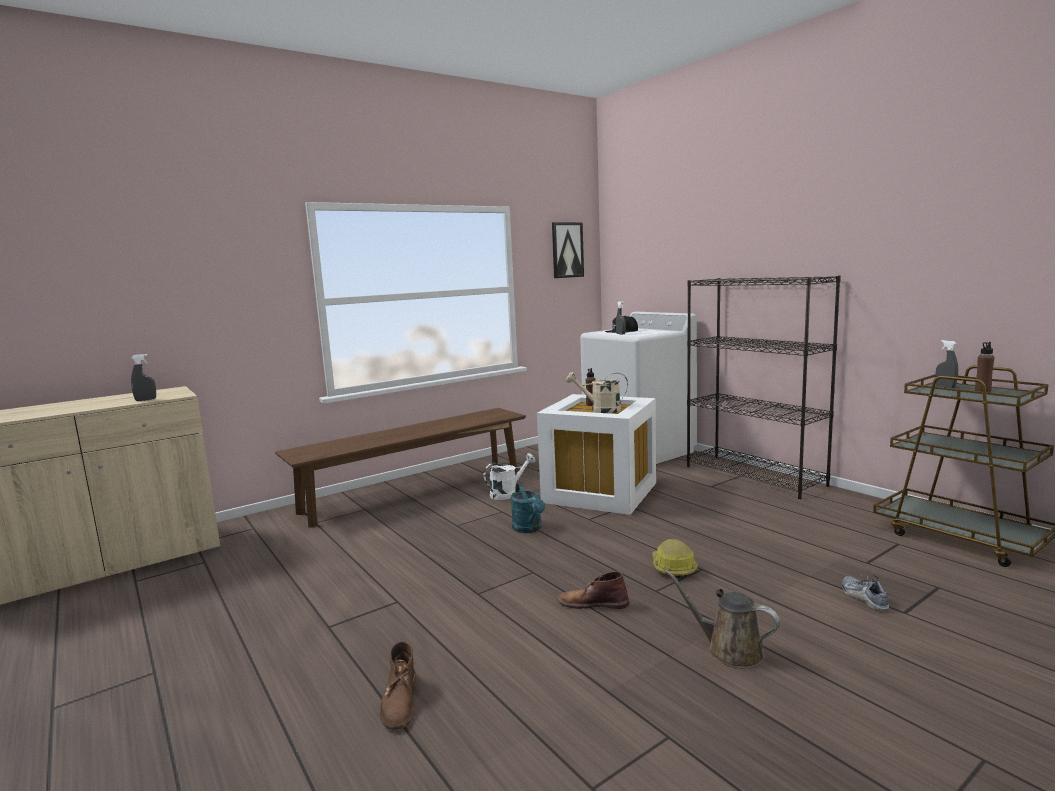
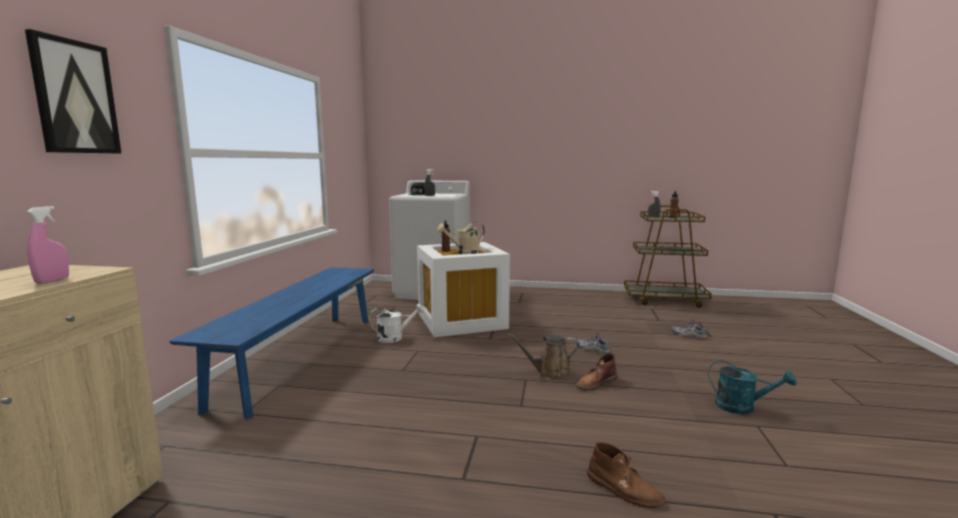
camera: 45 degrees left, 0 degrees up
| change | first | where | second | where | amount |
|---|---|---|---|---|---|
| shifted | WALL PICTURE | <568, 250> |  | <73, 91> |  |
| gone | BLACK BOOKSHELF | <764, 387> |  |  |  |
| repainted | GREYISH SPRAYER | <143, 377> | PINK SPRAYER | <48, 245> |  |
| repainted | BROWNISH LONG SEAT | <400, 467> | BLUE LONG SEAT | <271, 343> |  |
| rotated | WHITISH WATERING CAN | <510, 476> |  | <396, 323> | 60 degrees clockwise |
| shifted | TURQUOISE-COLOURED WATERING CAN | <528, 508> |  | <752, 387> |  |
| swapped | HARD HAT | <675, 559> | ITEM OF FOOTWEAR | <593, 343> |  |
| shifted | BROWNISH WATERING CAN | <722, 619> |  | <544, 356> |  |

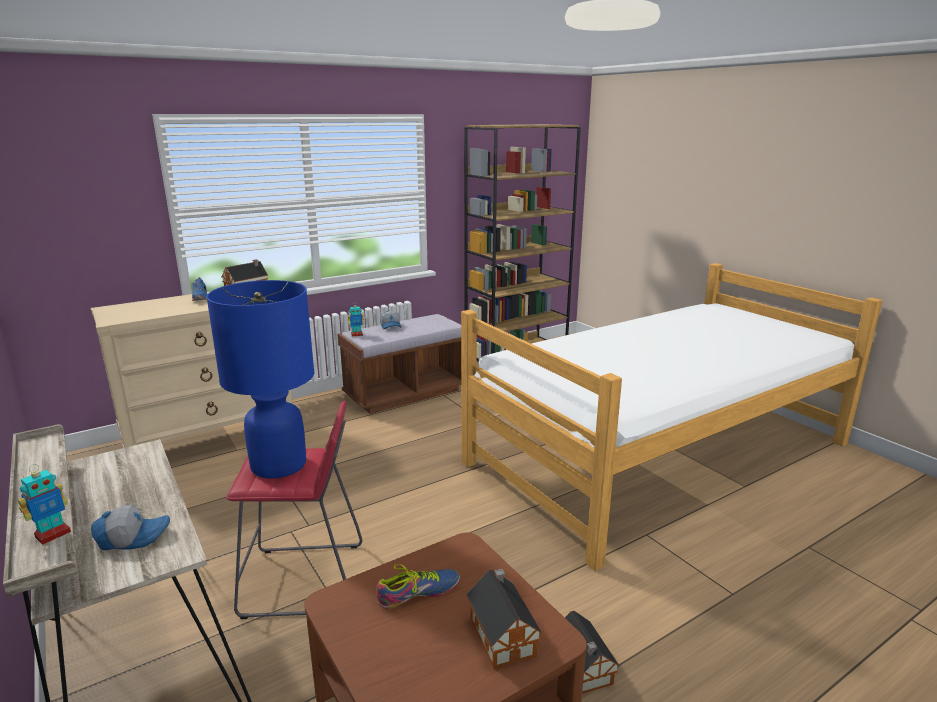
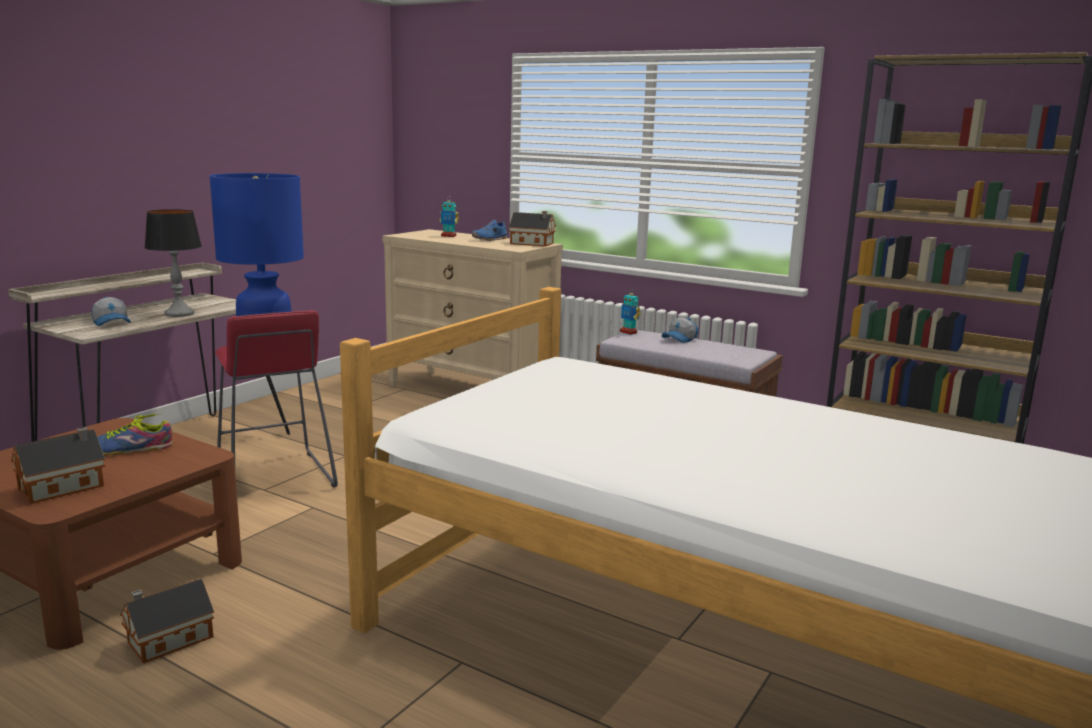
camera: 65 degrees right, 5 degrees down
| change | first | where | second | where | amount |
|---|---|---|---|---|---|
| shifted | ROBOT FIGURE | <44, 504> |  | <449, 218> |  |
| rotated | ITEM OF FOOTWEAR | <418, 586> |  | <135, 434> | 120 degrees clockwise |
| new |  |  | LAMP FOR A TABLE | <173, 263> |  |

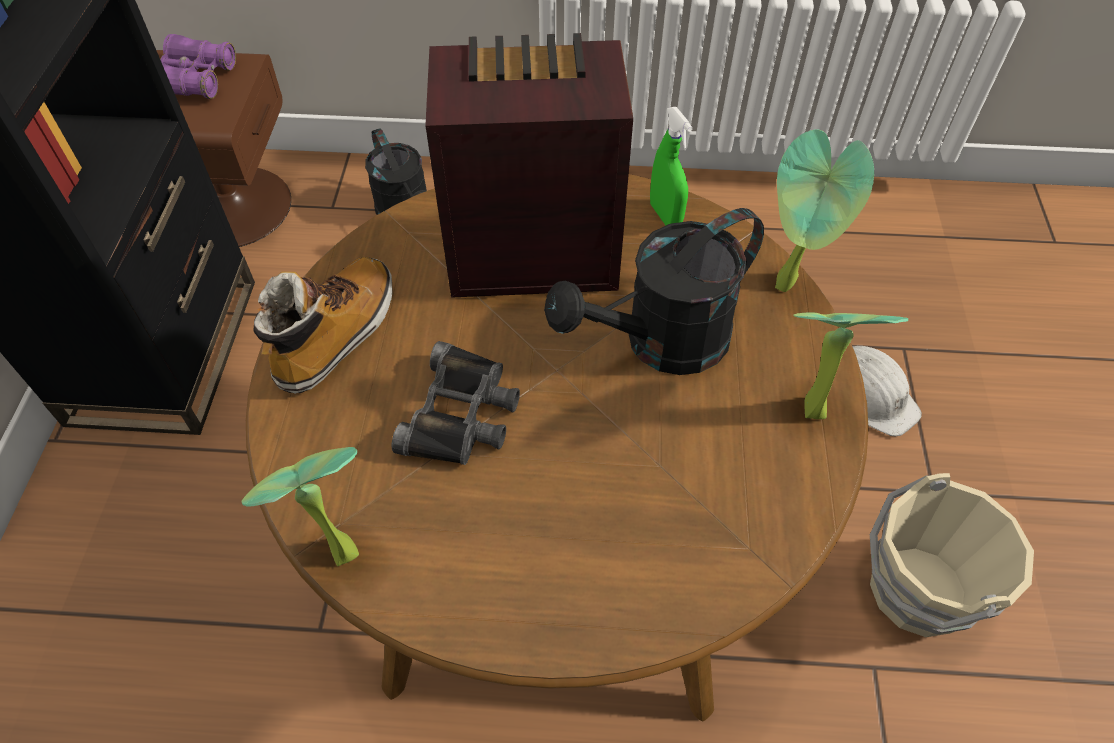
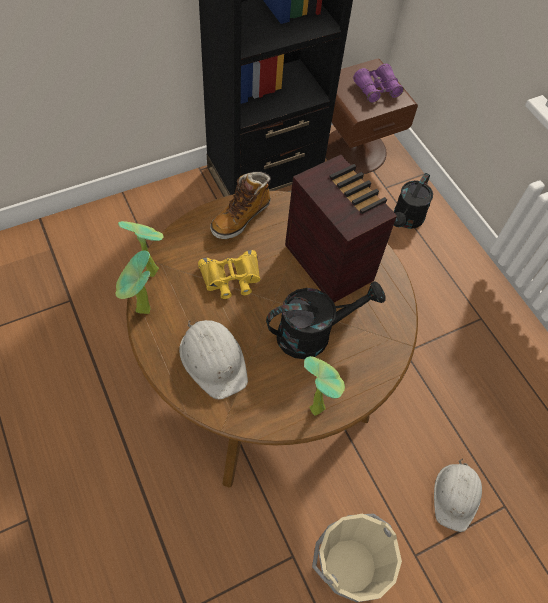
camera: 55 degrees right, 5 degrees up
| change | first | where | second | where | amount |
|---|---|---|---|---|---|
| gone | GREENISH SPRAYER | <671, 166> |  |  |  |
| shifted | POTTED PLANT | <824, 210> |  | <133, 282> |  |
| rotated | BLACK WATERING CAN | <654, 291> |  | <326, 320> | 135 degrees clockwise |
| rotated | BOOT | <323, 325> |  | <240, 205> | 135 degrees clockwise |
| repainted | BLACK FIELD GLASSES | <456, 403> | YELLOWISH FIELD GLASSES | <229, 274> |  |
| new |  |  | WHITISH HARD HAT | <213, 359> |  |

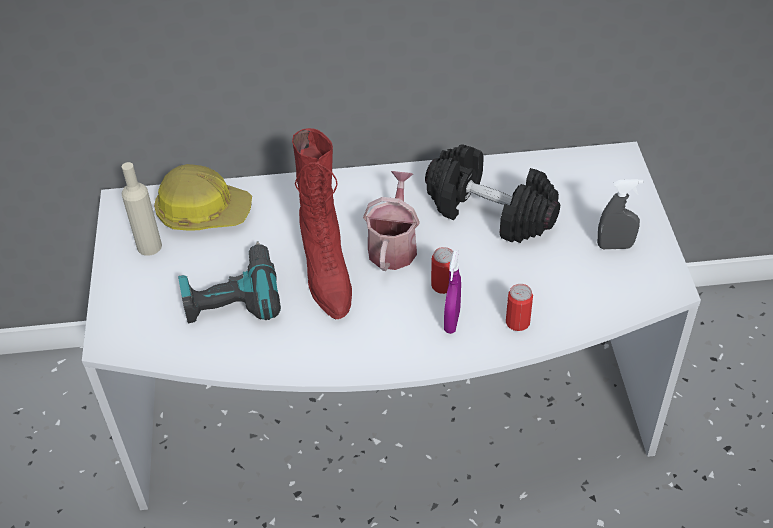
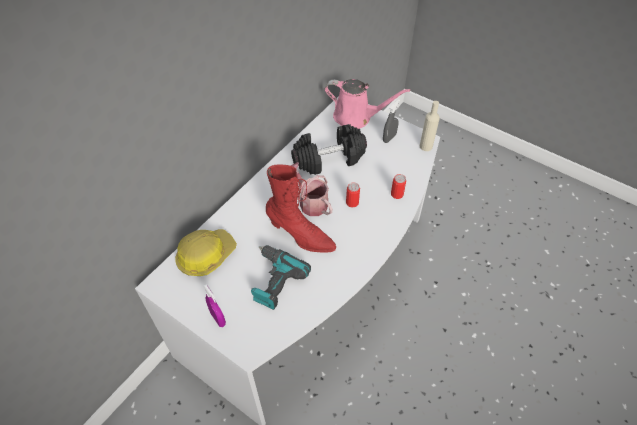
camera: 50 degrees left, 5 degrees up
| change | first | where | second | where | amount |
|---|---|---|---|---|---|
| shifted | BEIGE BOTTLE | <142, 209> |  | <430, 126> |  |
| shifted | PURPLE SPRAYER | <452, 292> |  | <215, 305> |  |
| new |  |  | PINK WATERING CAN | <367, 104> |  |

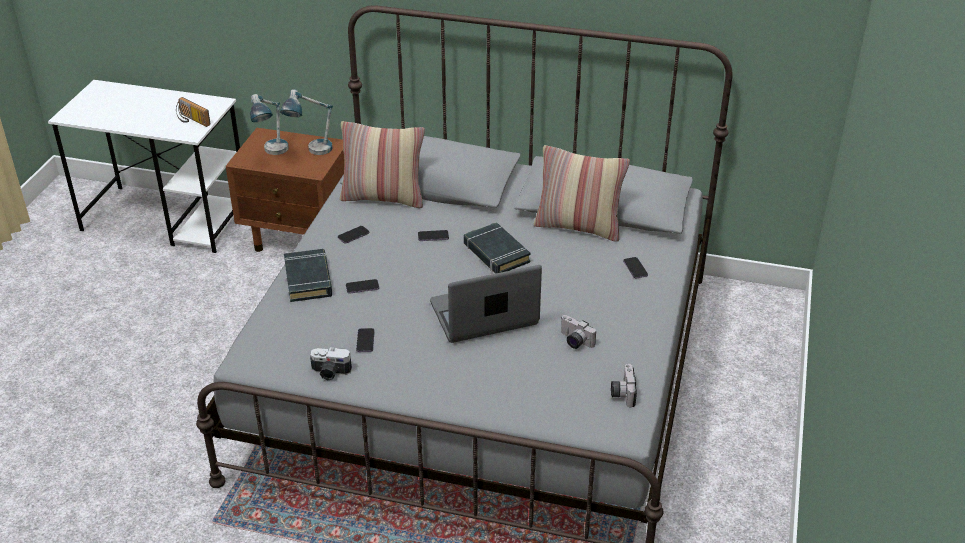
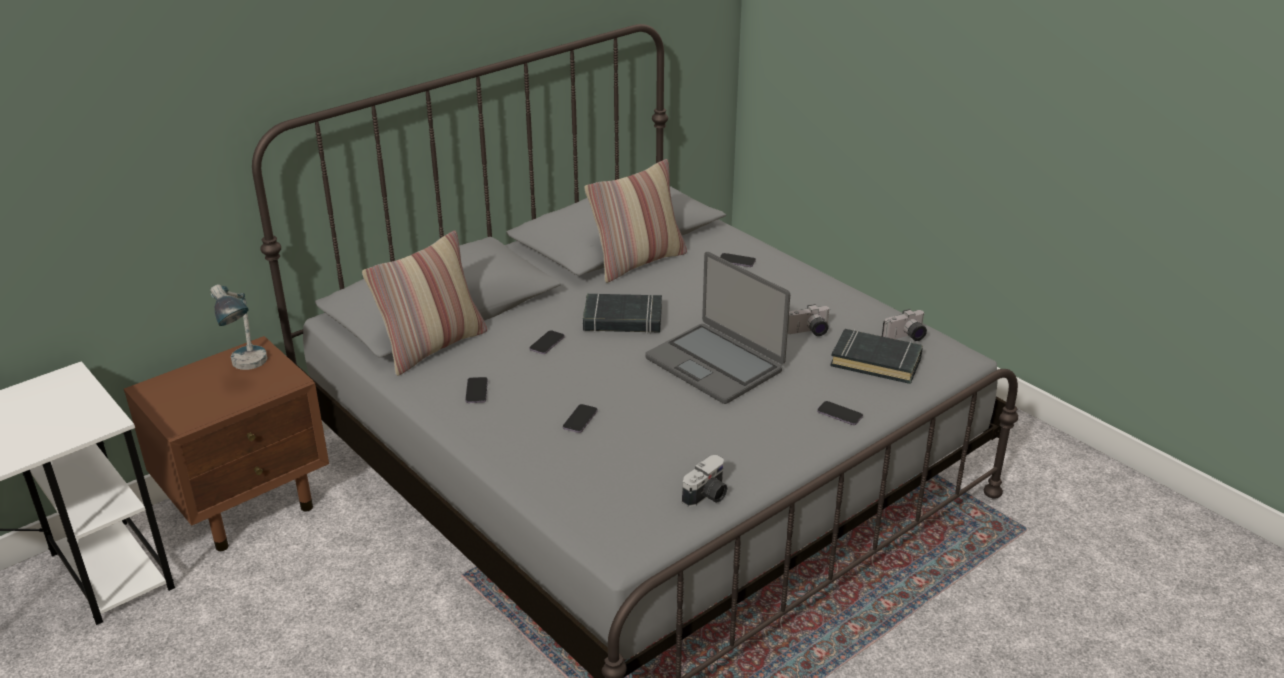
camera: 55 degrees left, 5 degrees down
| change | first | where | second | where | amount |
|---|---|---|---|---|---|
| gone | LAMP FOR A TABLE | <269, 124> |  |  |  |
| gone | RADIO RECEIVER | <193, 112> |  |  |  |
| shifted | BLACK BOUND BOOK | <308, 275> |  | <876, 356> |  |
| rotated | LAPTOP | <486, 304> |  | <717, 328> | 60 degrees counterclockwise |
| shifted | PHONE | <365, 340> |  | <840, 413> |  |
| rotated | PHOTO CAMERA | <624, 385> |  | <904, 325> | 60 degrees counterclockwise |

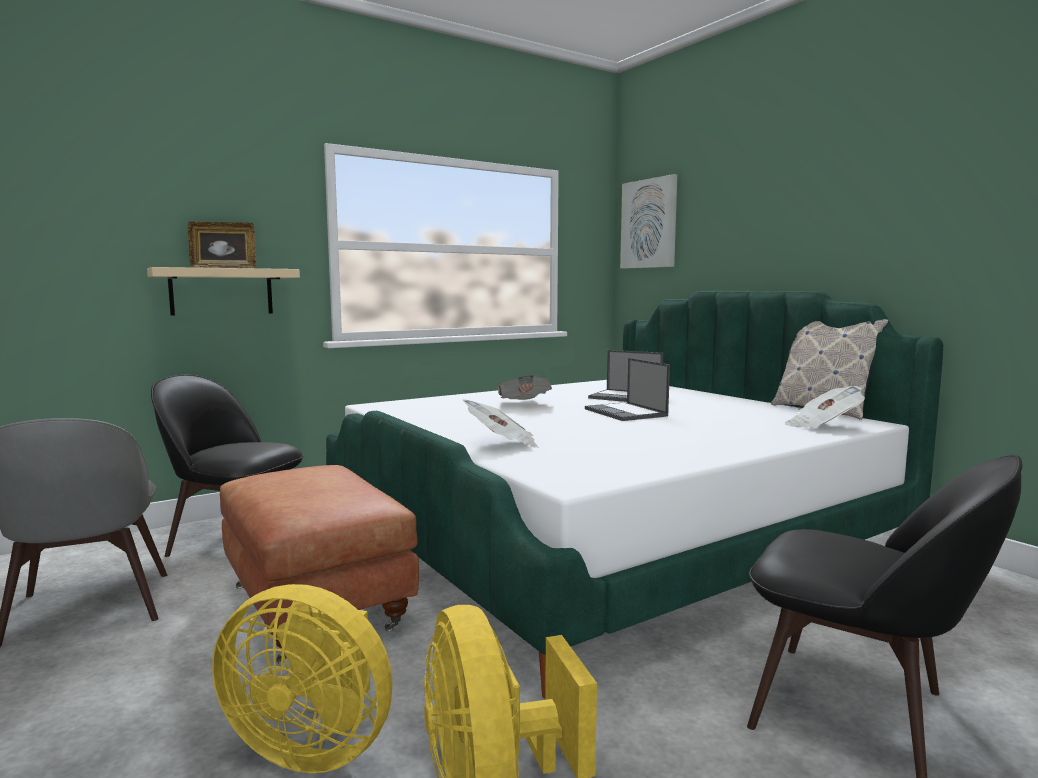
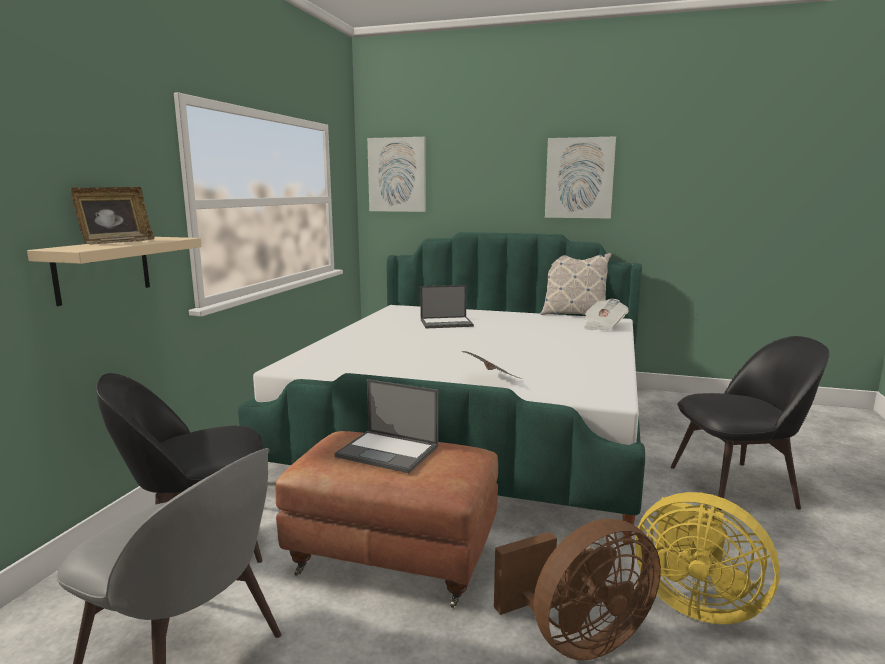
camera: 40 degrees left, 5 degrees up
| change | first | where | second | where | amount |
|---|---|---|---|---|---|
| shifted | LAPTOP | <627, 389> |  | <386, 426> |  |
| gone | DAILY PAPER | <524, 387> |  |  |  |
| repainted | YELLOWISH FAN | <302, 678> | BROWNISH FAN | <577, 589> |  |
| new |  |  | WALL PICTURE | <580, 177> |  |

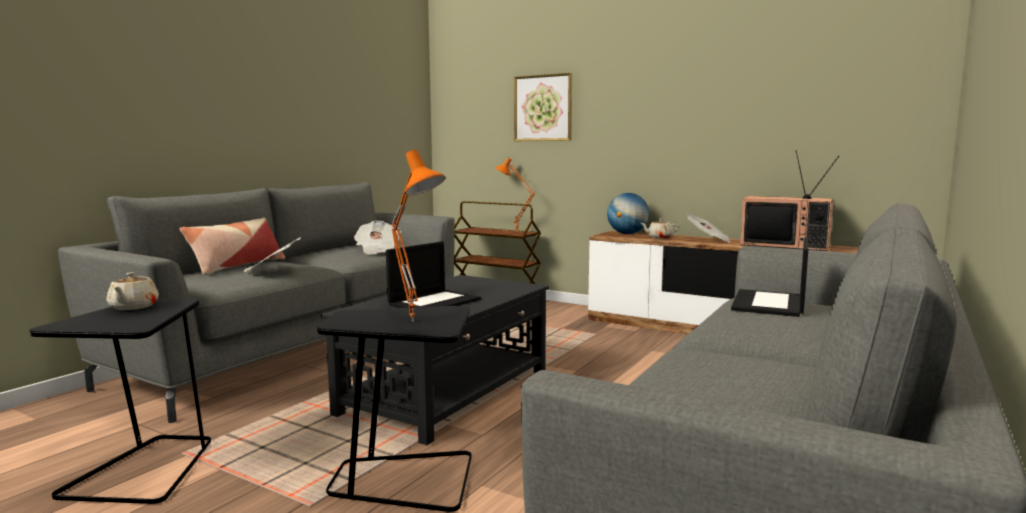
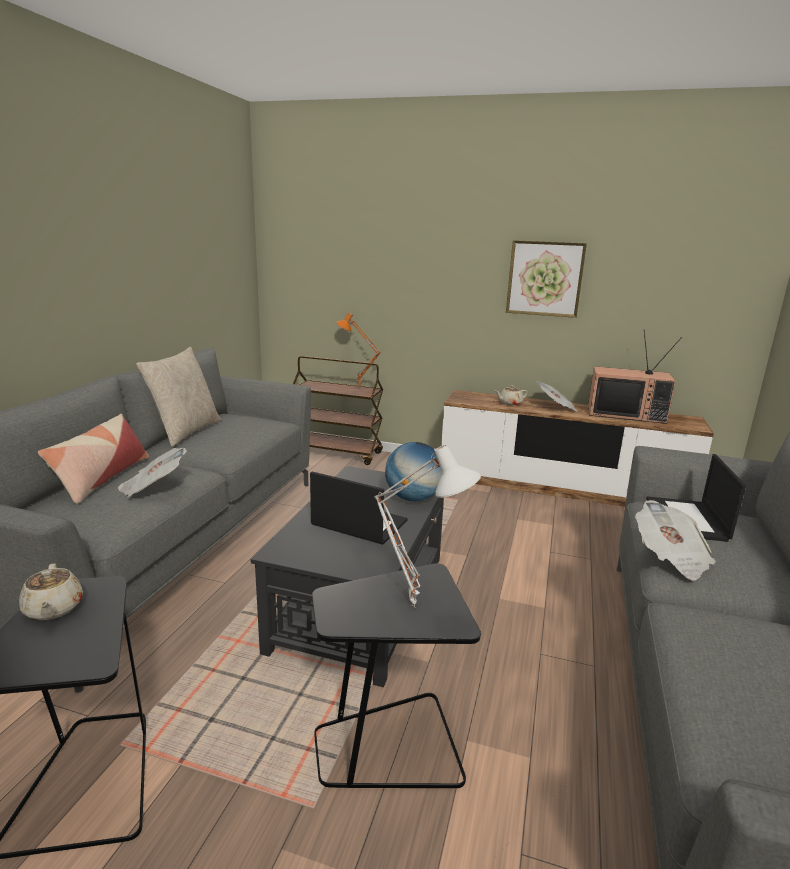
camera: 15 degrees left, 10 degrees up
| change | first | where | second | where | amount |
|---|---|---|---|---|---|
| shifted | WALL PICTURE | <543, 107> |  | <546, 279> |  |
| repainted | ORANGE-COLOURED LAMP FOR A TABLE | <419, 235> | WHITISH LAMP FOR A TABLE | <428, 526> |  |
| shifted | DESK GLOBE | <628, 213> |  | <413, 471> |  |
| shifted | DAILY PAPER | <377, 237> |  | <675, 540> |  |
| rotated | LAPTOP | <433, 274> |  | <359, 508> | 90 degrees counterclockwise |
| new |  |  | BEIGE THROW PILLOW | <178, 397> |  |

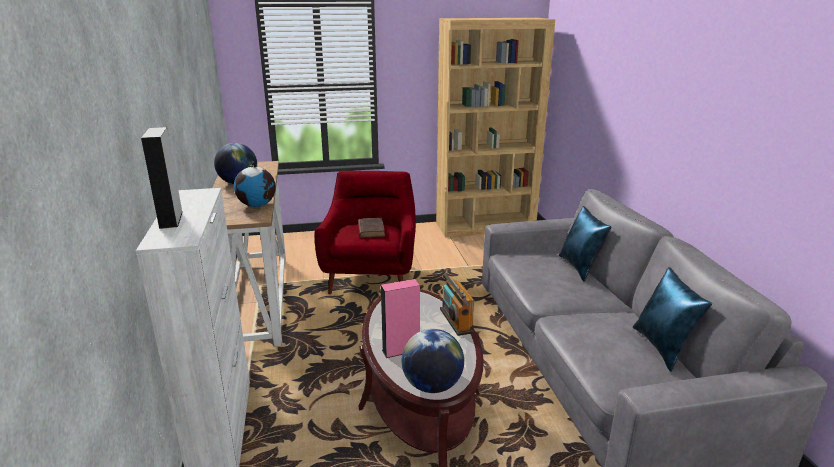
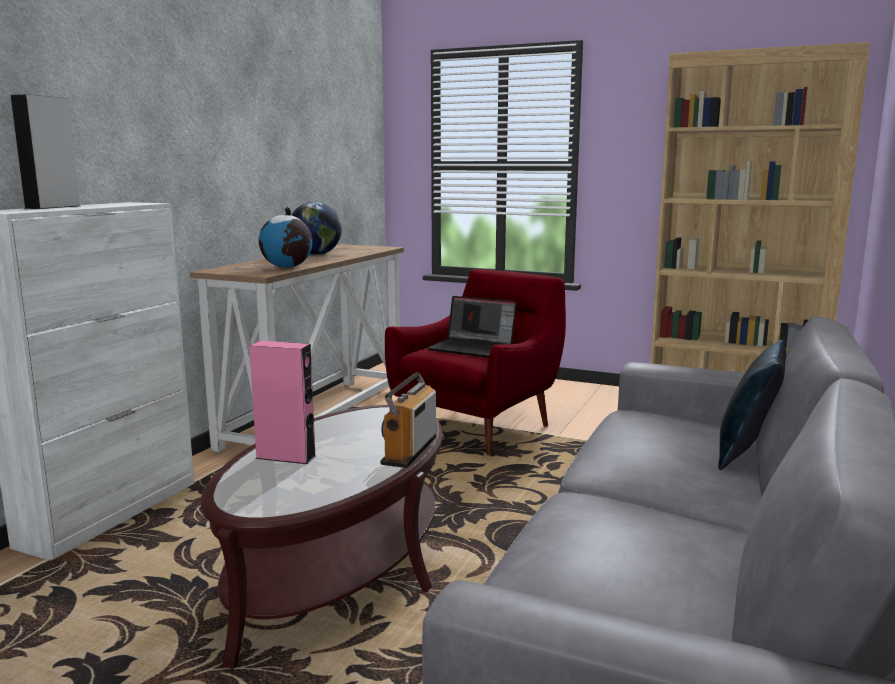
camera: 35 degrees right, 10 degrees down
| change | first | where | second | where | amount |
|---|---|---|---|---|---|
| swapped | BROWNISH BOUND BOOK | <371, 228> | LAPTOP | <472, 327> |  |
| gone | BLUE THROW PILLOW | <672, 319> |  |  |  |
| gone | DESK GLOBE | <433, 361> |  |  |  |

